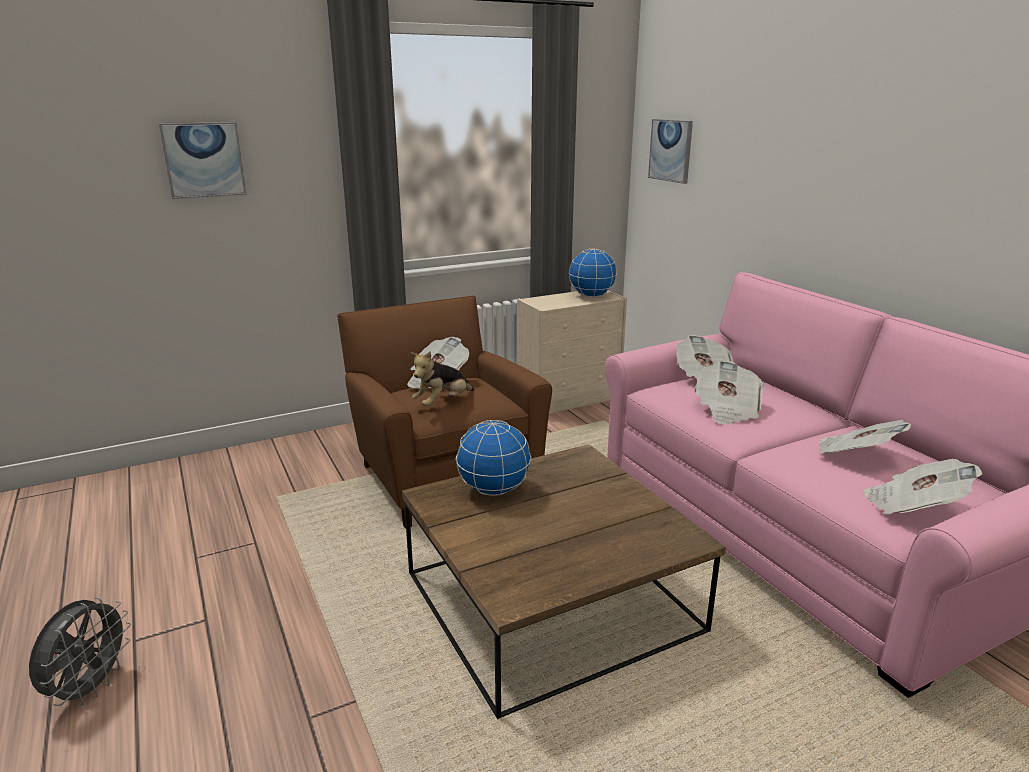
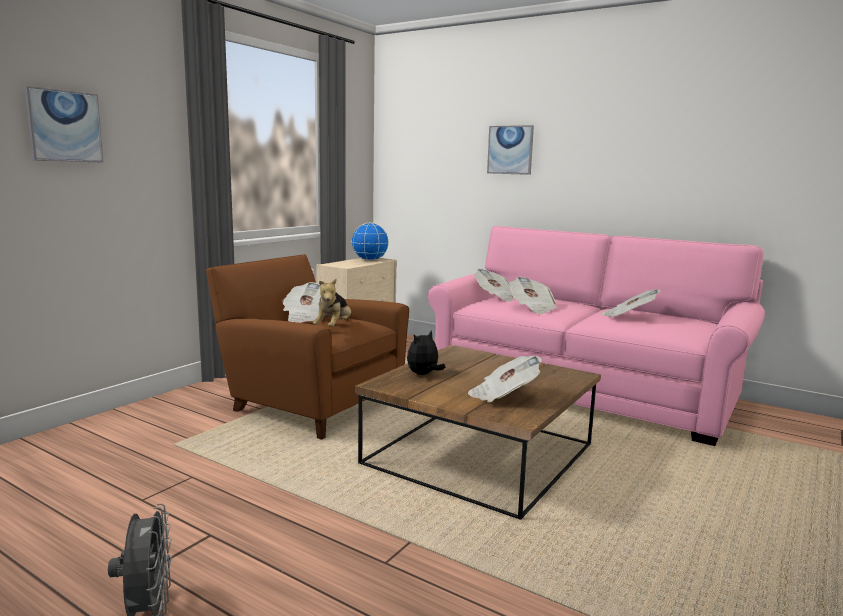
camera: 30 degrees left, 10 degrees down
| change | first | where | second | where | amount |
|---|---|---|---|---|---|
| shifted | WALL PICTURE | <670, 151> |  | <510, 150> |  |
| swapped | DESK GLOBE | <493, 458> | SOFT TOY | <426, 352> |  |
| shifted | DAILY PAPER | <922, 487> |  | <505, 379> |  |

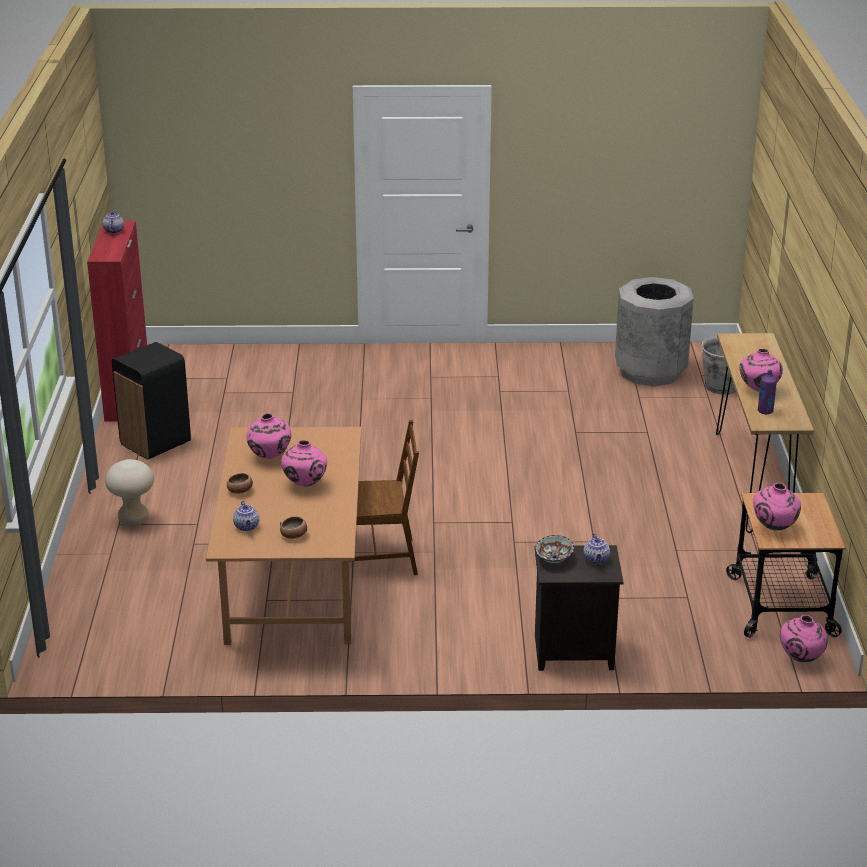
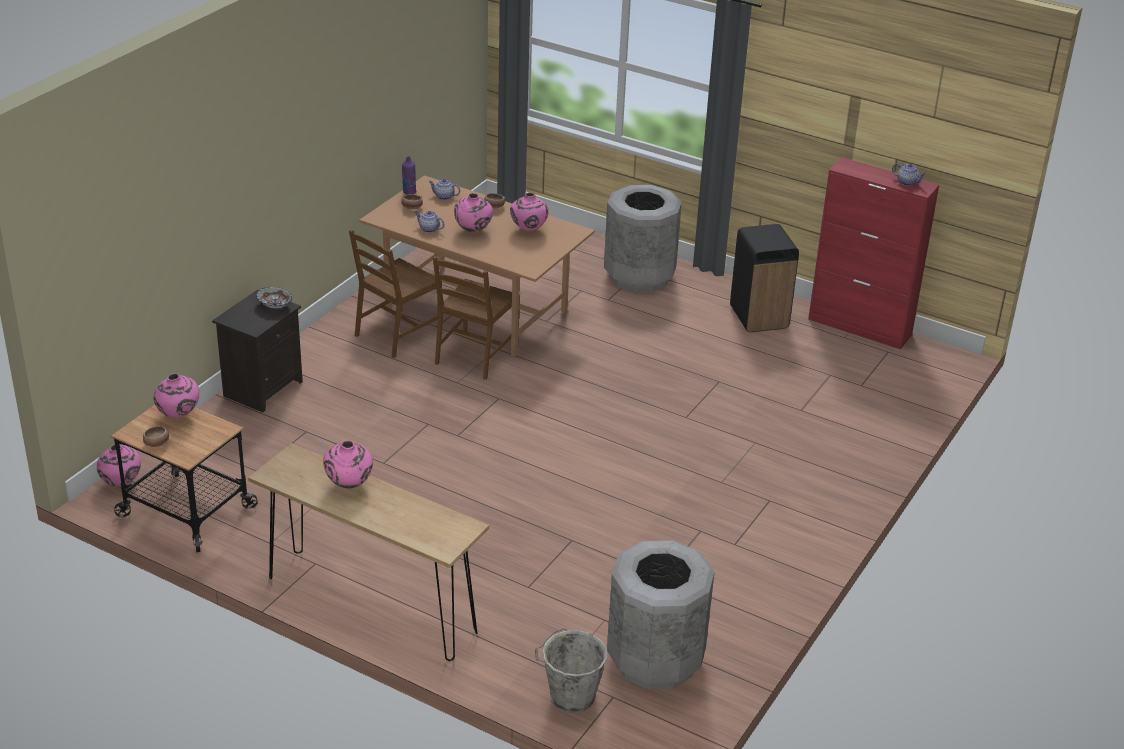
camera: 120 degrees right, 5 degrees up
| change | first | where | second | where | amount |
|---|---|---|---|---|---|
| shifted | PURPLE BOTTLE | <767, 392> |  | <409, 175> |  |
| swapped | BEIGE SITTING STOOL | <129, 493> | GREYISH WASTE BIN | <643, 239> |  |
| shifted | TEAPOT | <596, 549> |  | <429, 222> |  |
| new |  |  | BROWNISH CHAIR | <395, 293> |  |
| new |  |  | BOWL | <156, 436> |  |

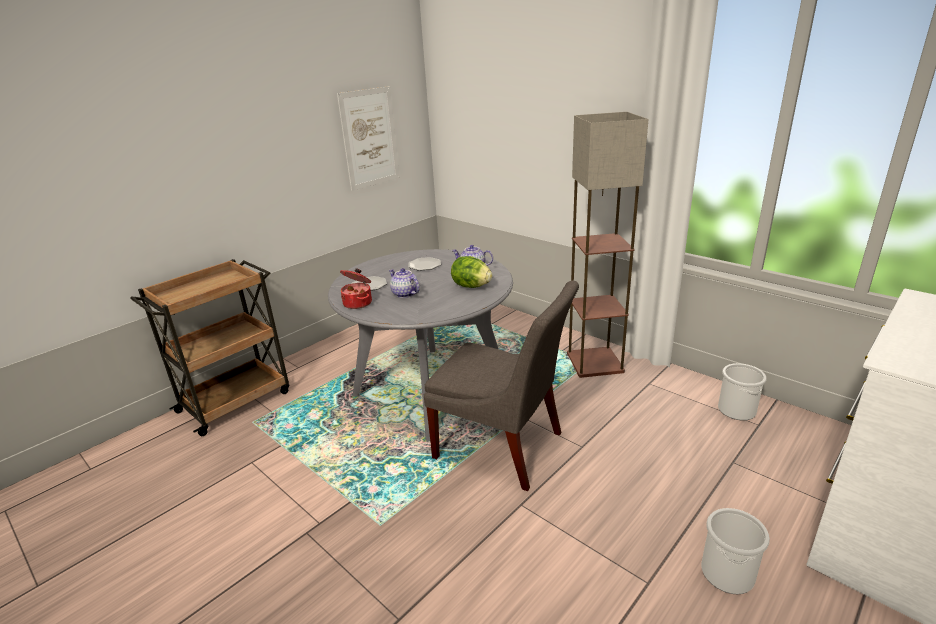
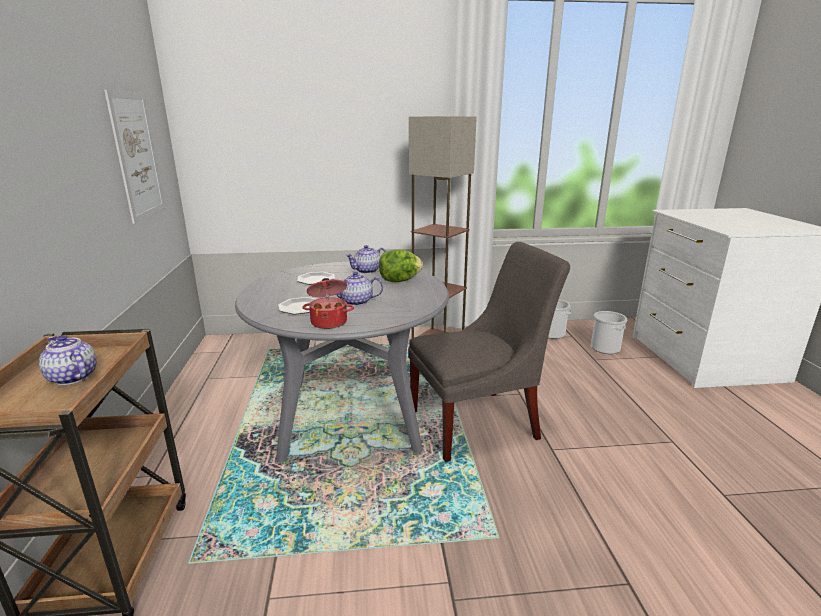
camera: 50 degrees left, 5 degrees down
| change | first | where | second | where | amount |
|---|---|---|---|---|---|
| shifted | PAIL | <735, 551> |  | <609, 332> |  |
| new |  |  | TEAPOT | <68, 360> |  |

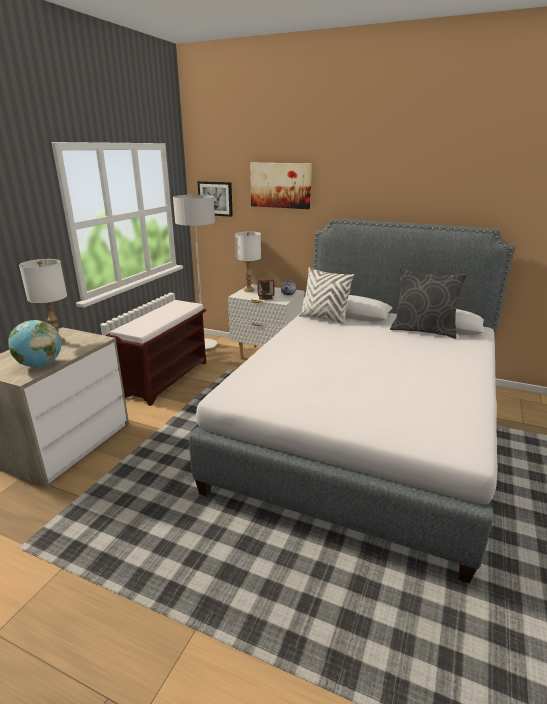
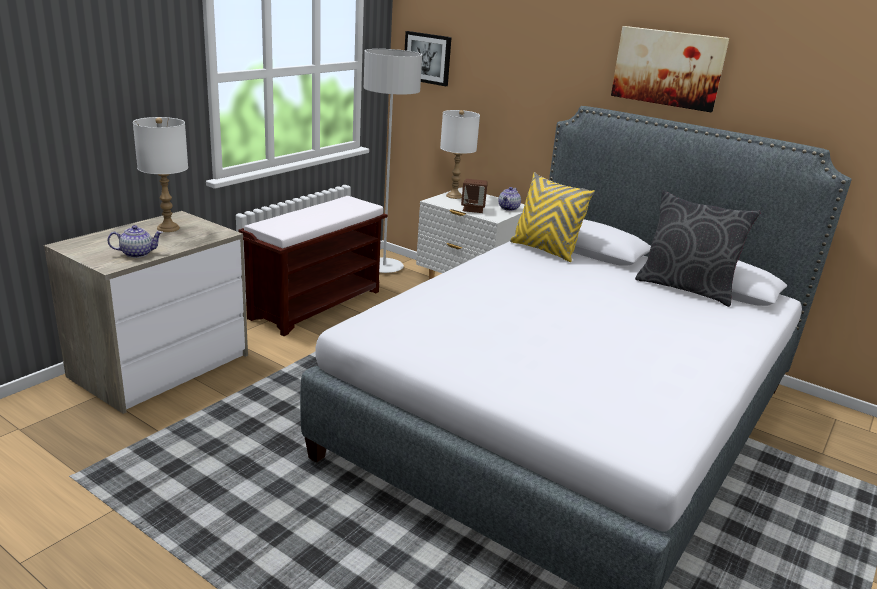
camera: 10 degrees right, 0 degrees up
| change | first | where | second | where | amount |
|---|---|---|---|---|---|
| shifted | WALL PICTURE | <281, 186> |  | <670, 69> |  |
| repainted | WHITISH THROW PILLOW | <327, 295> | YELLOWISH THROW PILLOW | <552, 217> |  |
| swapped | DESK GLOBE | <34, 343> | TEAPOT | <135, 241> |  |

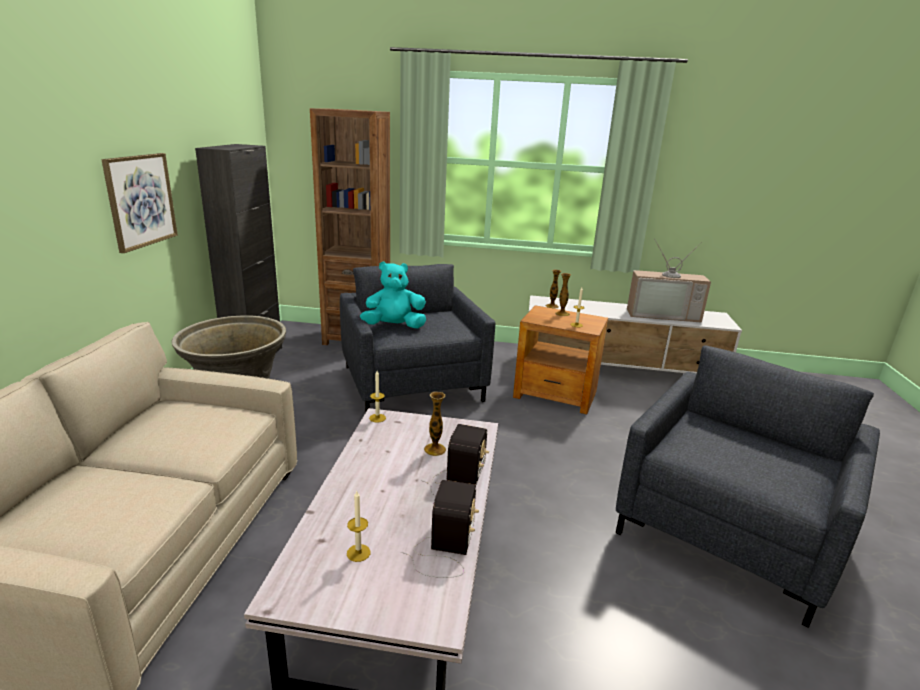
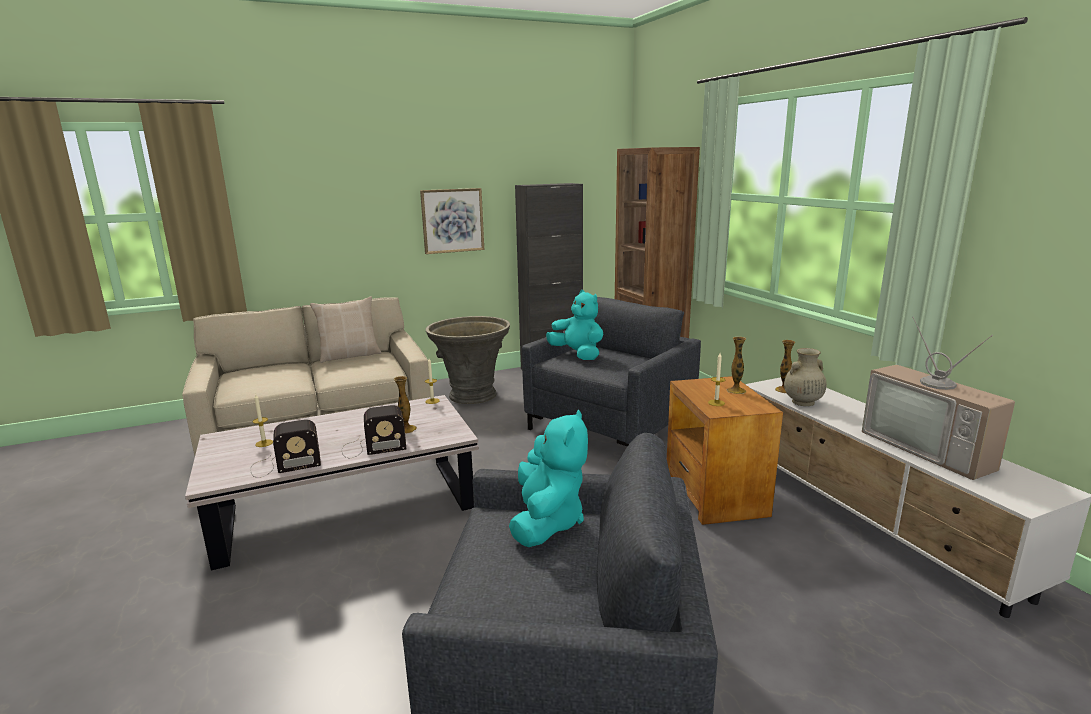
camera: 60 degrees right, 5 degrees down
| change | first | where | second | where | amount |
|---|---|---|---|---|---|
| new |  |  | BEIGE THROW PILLOW | <345, 330> |  |
| new |  |  | BEIGE FLOWER VASE | <805, 377> |  |
| new |  |  | TURQUOISE-COLOURED SOFT TOY | <548, 478> |  |

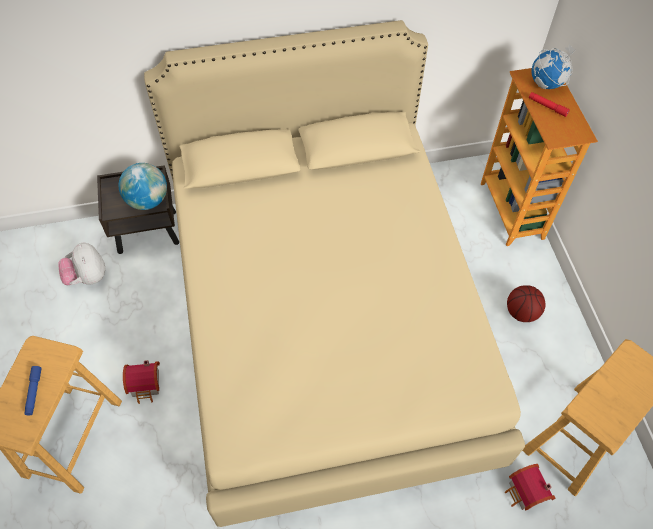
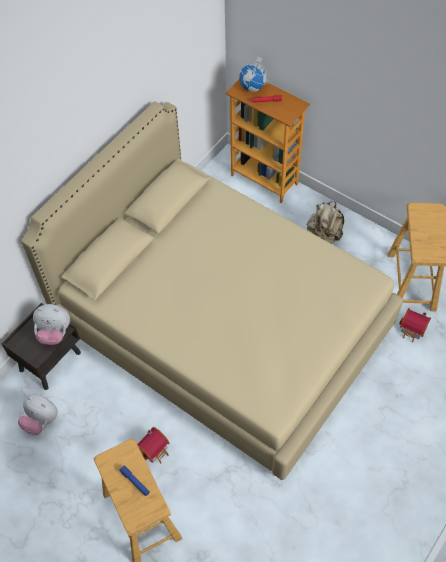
camera: 40 degrees left, 0 degrees up
| change | first | where | second | where | amount |
|---|---|---|---|---|---|
| swapped | DESK GLOBE | <143, 186> | SOFT TOY | <51, 324> |  |
| swapped | BALL FOR BASKETBALL | <526, 303> | BEIGE RUCKSACK | <325, 222> |  |

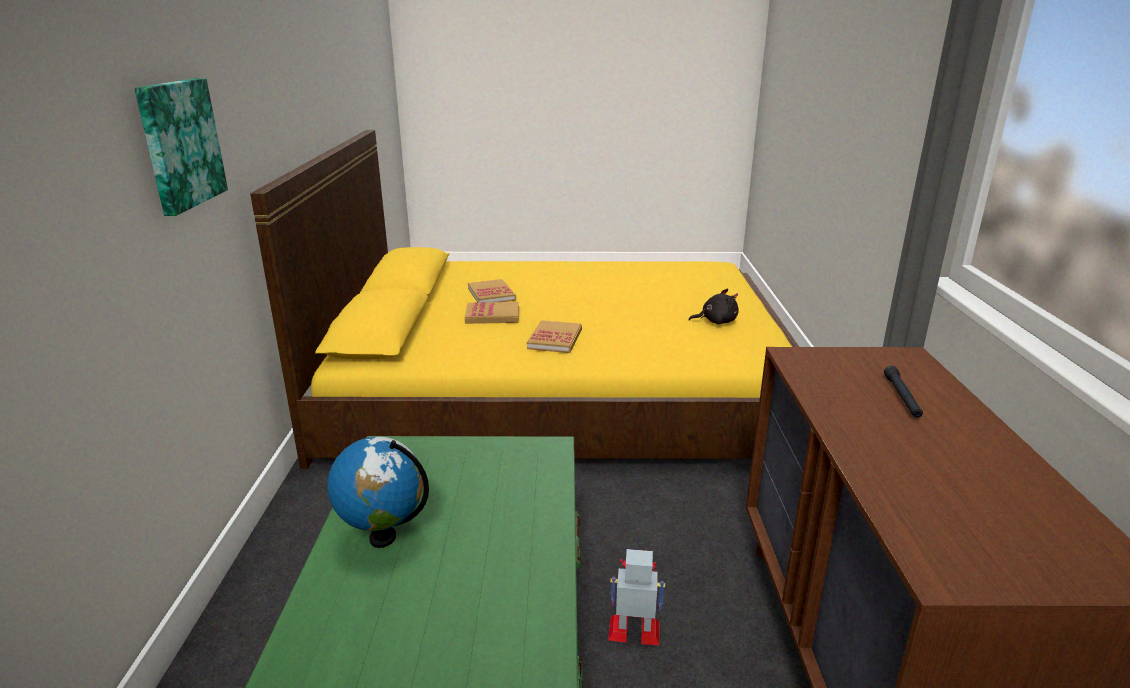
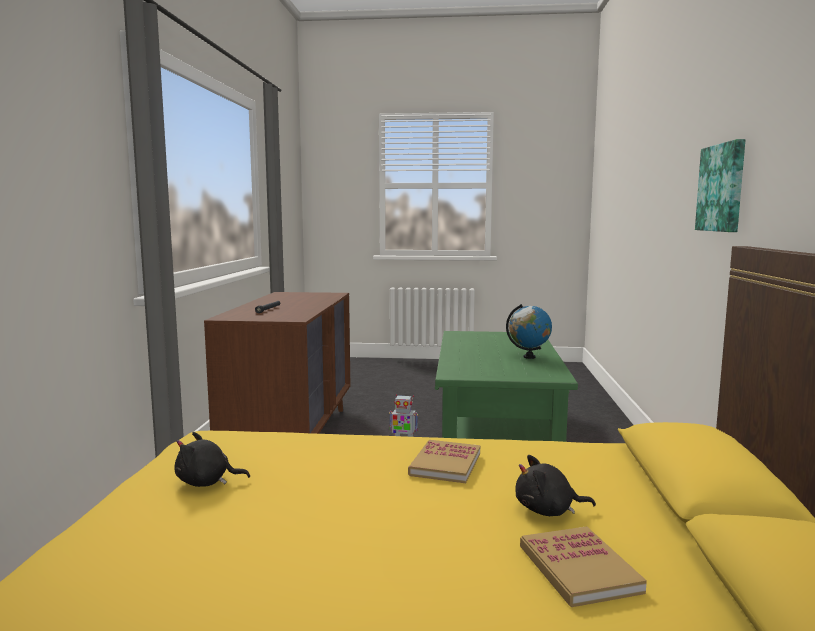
camera: 175 degrees left, 15 degrees down
| change | first | where | second | where | amount |
|---|---|---|---|---|---|
| swapped | BOUND BOOK | <492, 313> | BLACK SOFT TOY | <555, 485> |  |

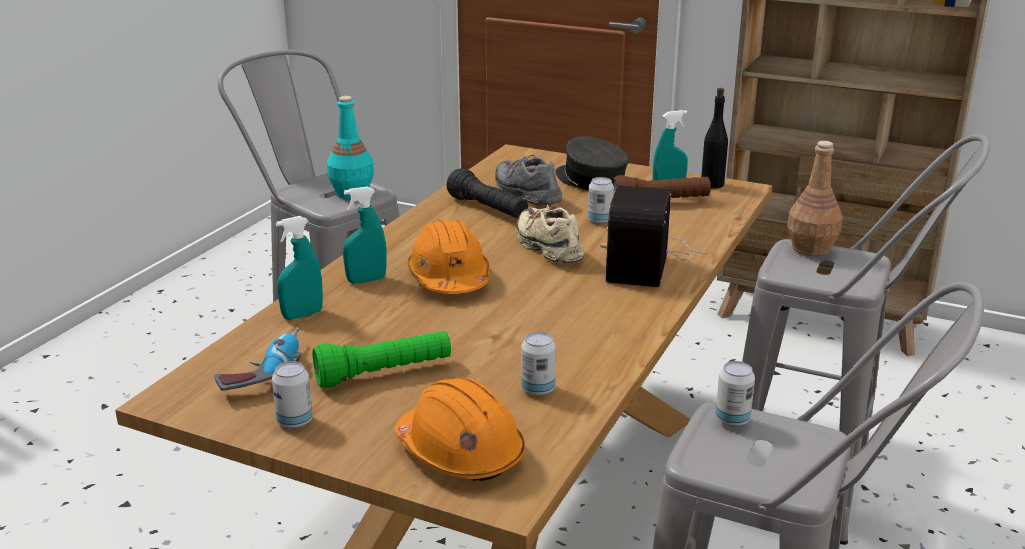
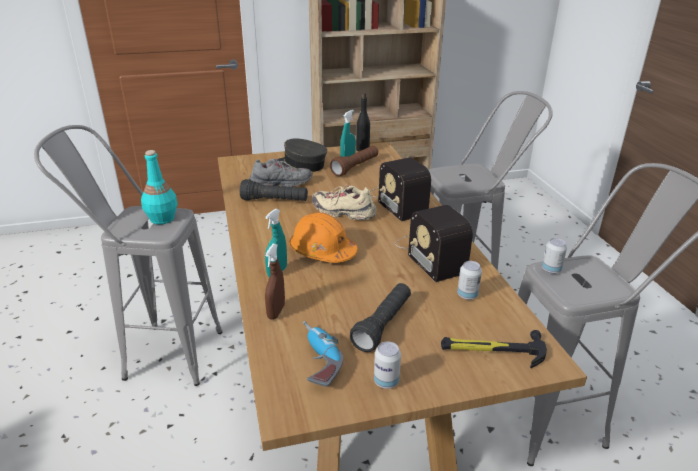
camera: 40 degrees left, 5 degrees up
| change | first | where | second | where | amount |
|---|---|---|---|---|---|
| gone | BROWNISH BOTTLE | <815, 198> |  |  |  |
| rotated | GREYISH ITEM OF FOOTWEAR | <528, 180> |  | <280, 173> | 150 degrees clockwise |
| gone | SEALED CAN | <601, 200> |  |  |  |
| repainted | TURQUOISE-COLOURED SPRAYER | <299, 268> | BROWNISH SPRAYER | <275, 282> |  |
| repainted | GREENISH FLASHLIGHT | <381, 359> | BLACK FLASHLIGHT | <380, 317> |  |
| swapped | ORANGE-COLOURED HARD HAT | <459, 429> | TOOL HAMMER | <494, 349> |  |
| new |  |  | RADIO RECEIVER | <434, 243> |  |

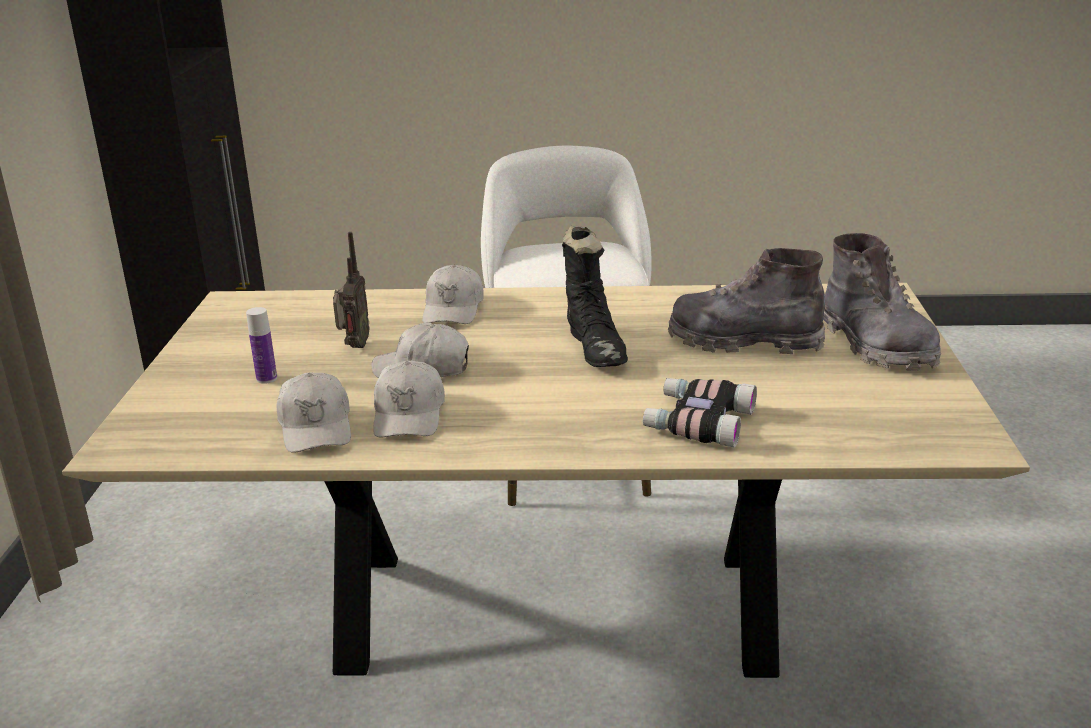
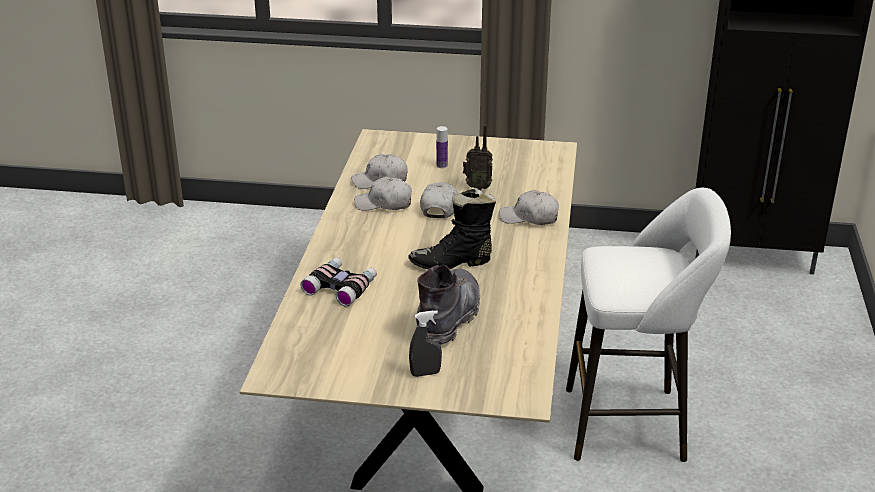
camera: 95 degrees right, 5 degrees up
| change | first | where | second | where | amount |
|---|---|---|---|---|---|
| swapped | GREYISH BOOT | <882, 302> | GREYISH SPRAYER | <425, 343> |  |

